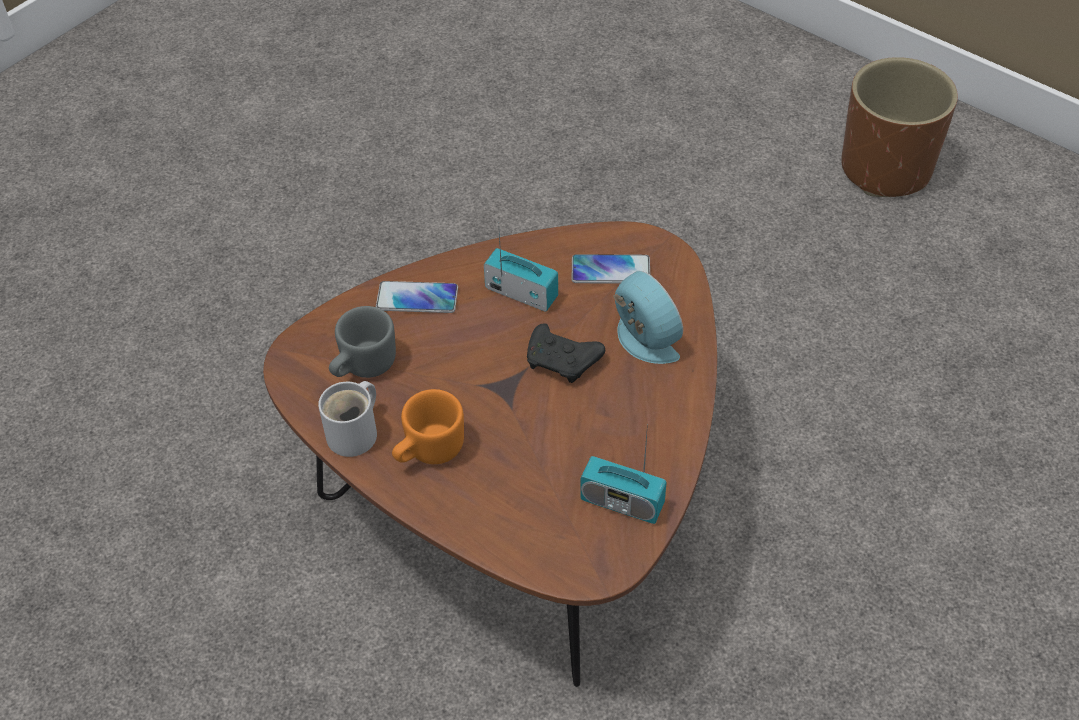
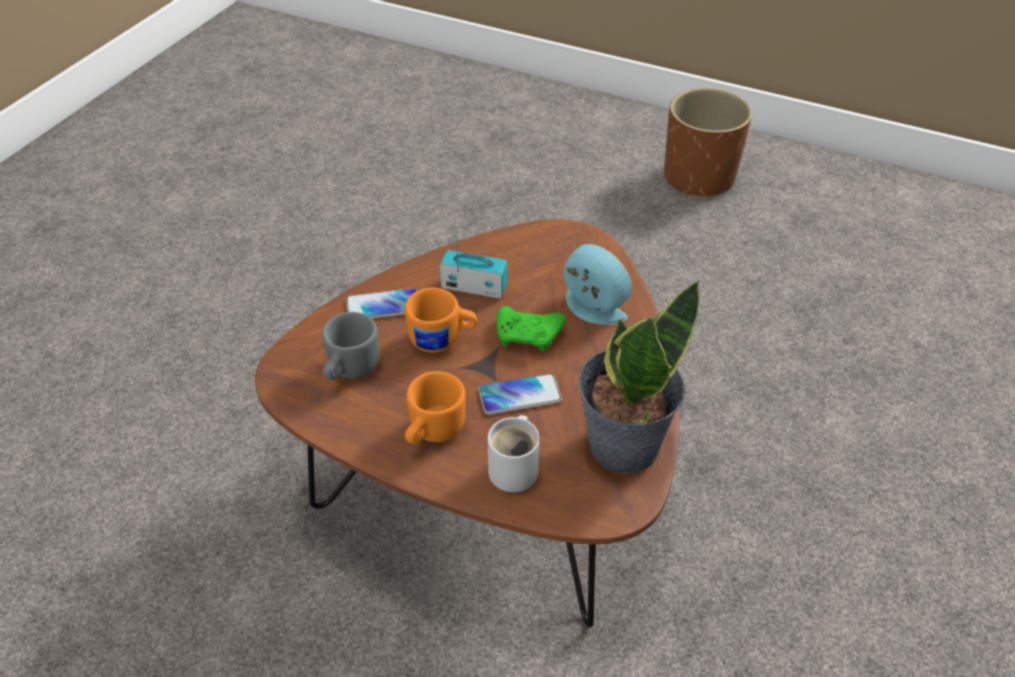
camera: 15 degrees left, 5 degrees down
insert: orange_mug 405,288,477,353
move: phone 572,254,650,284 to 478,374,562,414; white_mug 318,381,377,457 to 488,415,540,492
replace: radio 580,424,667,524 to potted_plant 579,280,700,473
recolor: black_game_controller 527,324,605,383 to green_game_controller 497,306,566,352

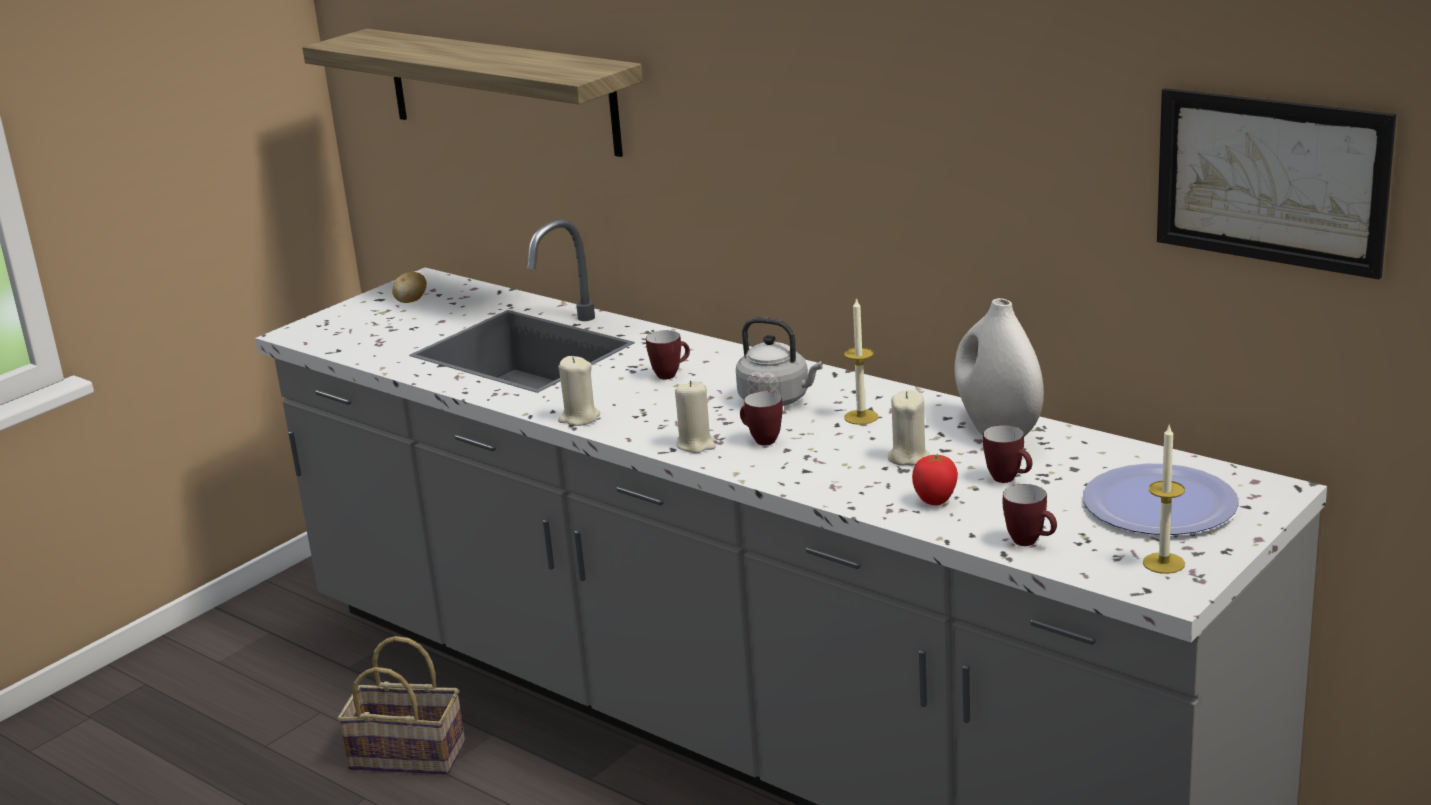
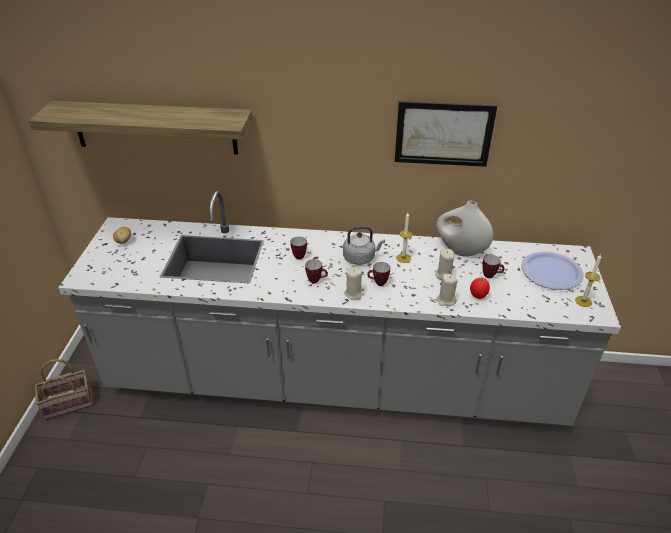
camera: 35 degrees left, 15 degrees up
move: picture 1157,88,1396,279 to 395,101,497,167; beige_candle 558,356,600,426 to 436,274,458,306; mug 1003,484,1057,546 to 305,259,328,283; basket 337,636,465,775 to 35,359,93,420

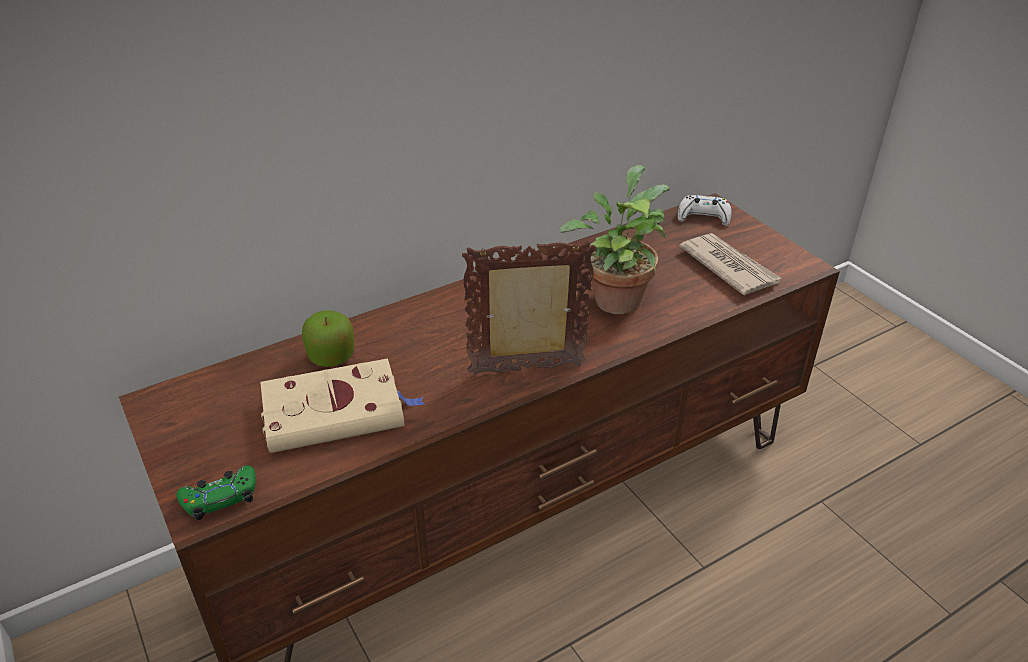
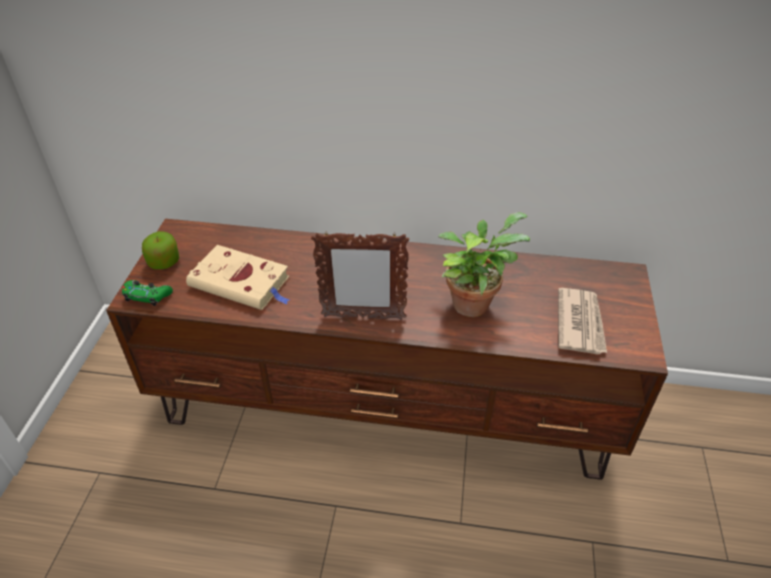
camera: 40 degrees right, 5 degrees up
delete: white_game_controller 678,195,732,226
move: apple 302,310,354,367 to 142,231,179,269
rotate: picture_frame 462,241,596,375 = 311,232,409,320 150 degrees clockwise

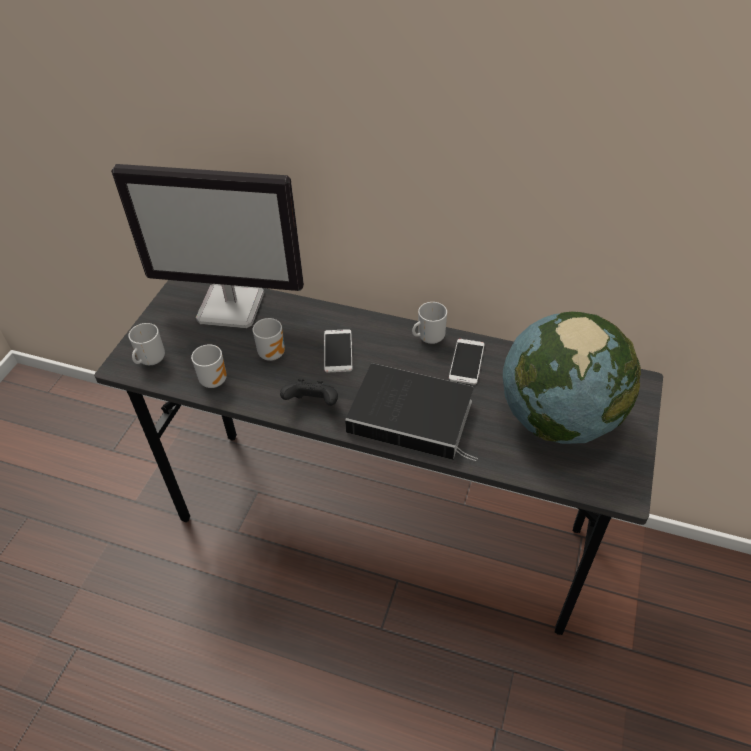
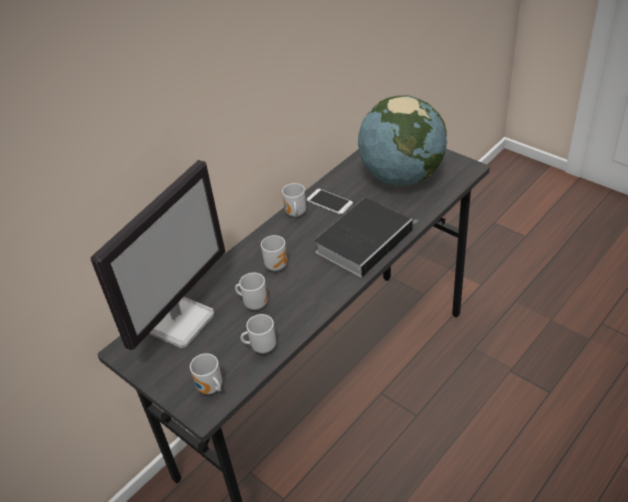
camera: 65 degrees left, 5 degrees down
delete: black_game_controller 280,379,338,406
replace: phone 324,329,353,372 to mug 261,235,287,271

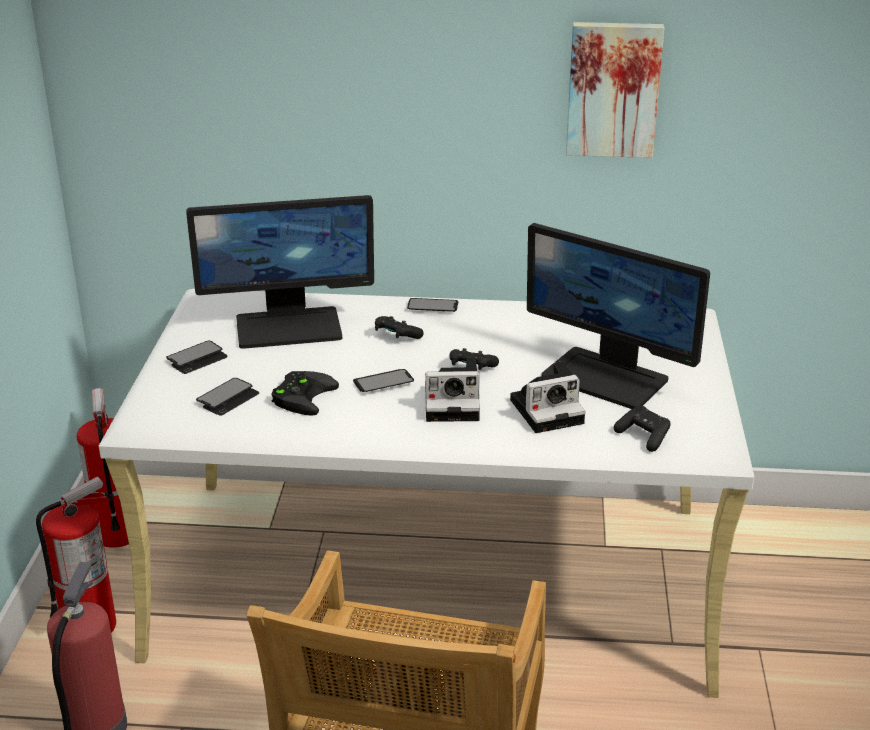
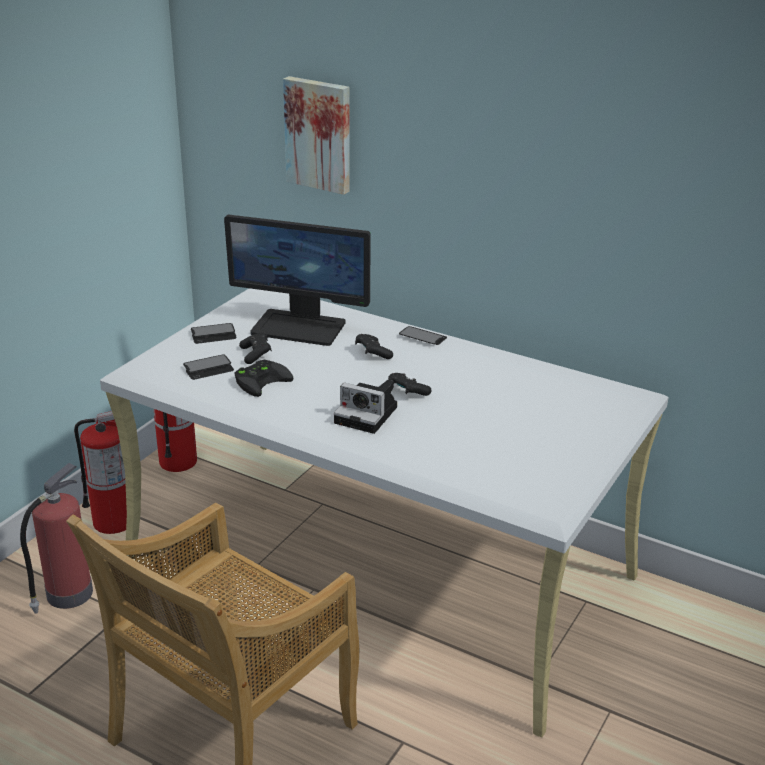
camera: 25 degrees right, 0 degrees up
delete: monitor 527,223,710,409; photo_camera 510,362,585,433; phone 353,369,414,392
move: picture 566,22,665,158 to 283,76,350,195; black_game_controller 614,405,671,452 to 239,332,272,364

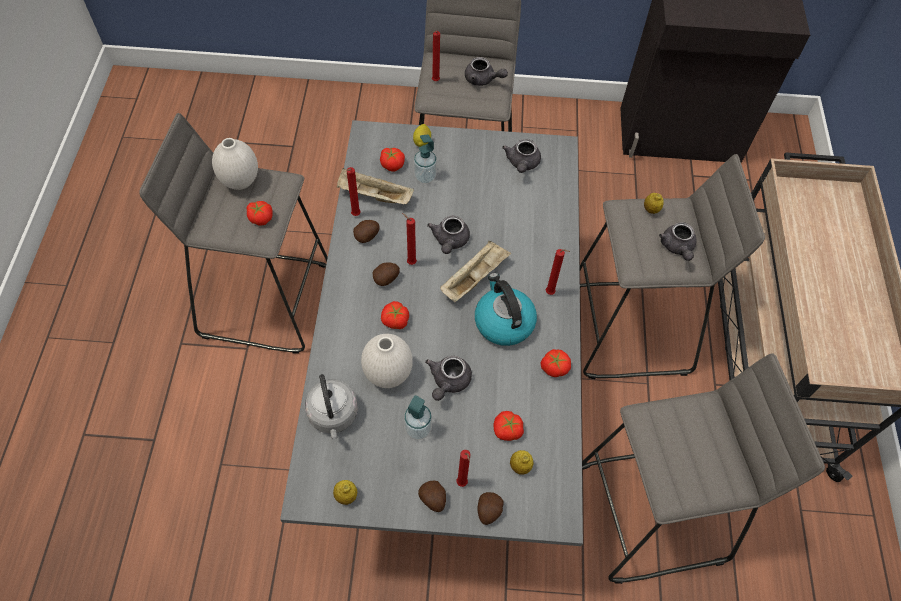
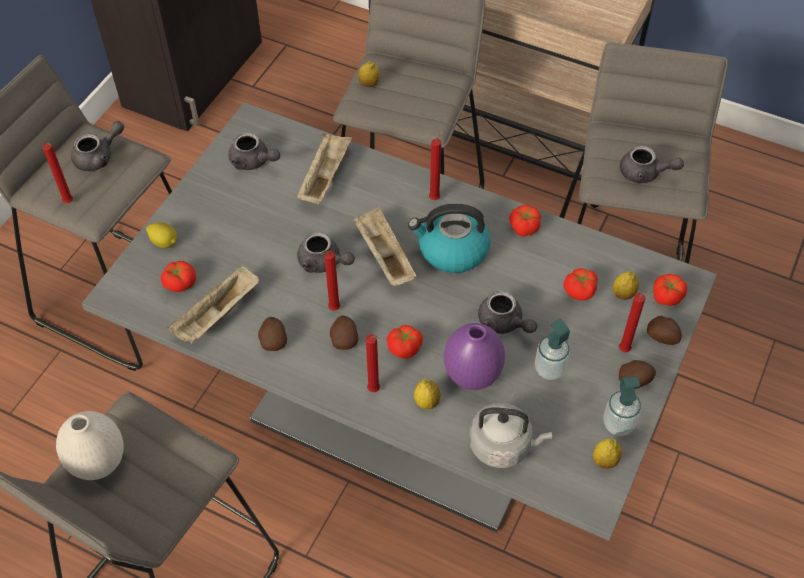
camera: 65 degrees left, 5 degrees down
insert: beige_tray 296,134,352,204; lemon 414,379,440,409
move: soap_dispenser 414,135,437,184 to 604,376,641,436; red_candle 346,167,361,216 to 366,334,380,392; tomato 246,201,273,225 to 653,274,687,306; grey_teapot 659,222,696,261 to 620,146,684,184
recolor: white_vase 361,334,413,388 to purple_vase 444,323,505,390

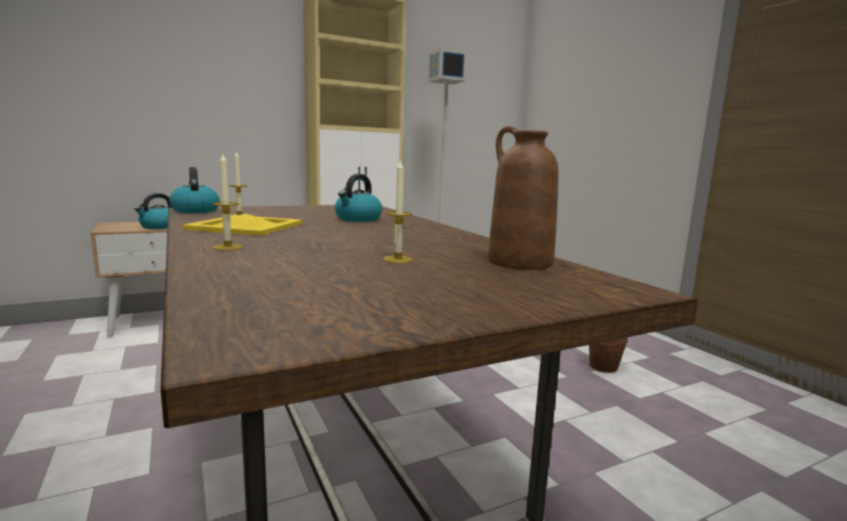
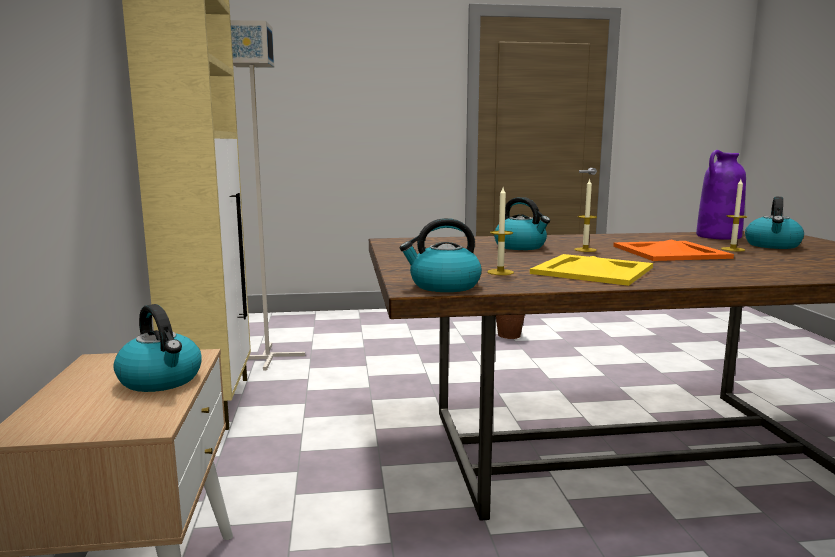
camera: 70 degrees left, 0 degrees up
insert: kettle 745,197,804,249; orange_tray 613,239,734,261
move: candle 212,154,243,250 to 574,178,597,252
recolor: brown_vase 488,126,559,270 to purple_vase 696,150,746,240

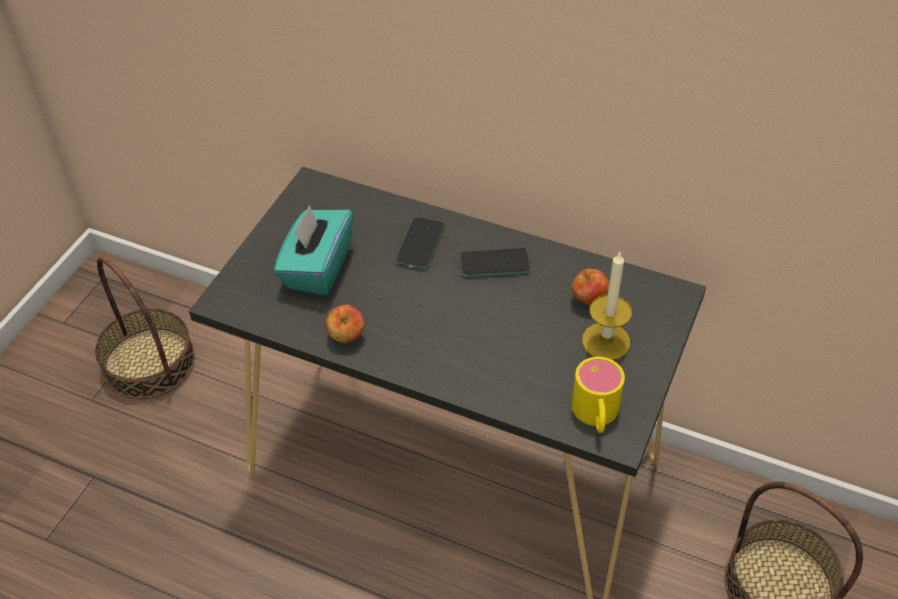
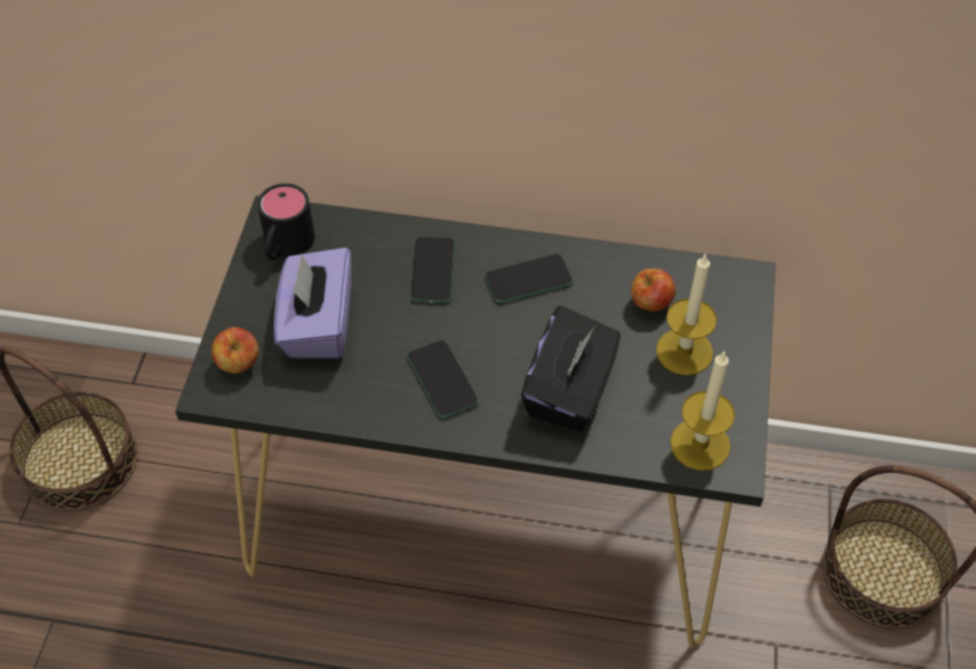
camera: 15 degrees left, 5 degrees up
insert: black_mug 257,183,315,261; black_tissue_box 521,305,621,431; phone 407,340,479,418
move: apple 326,304,365,343 to 212,327,259,373
replace: yellow_mug 572,357,625,433 to candle 670,350,735,470
recolor: turquoise_tissue_box 274,205,353,296 to purple_tissue_box 274,247,351,359

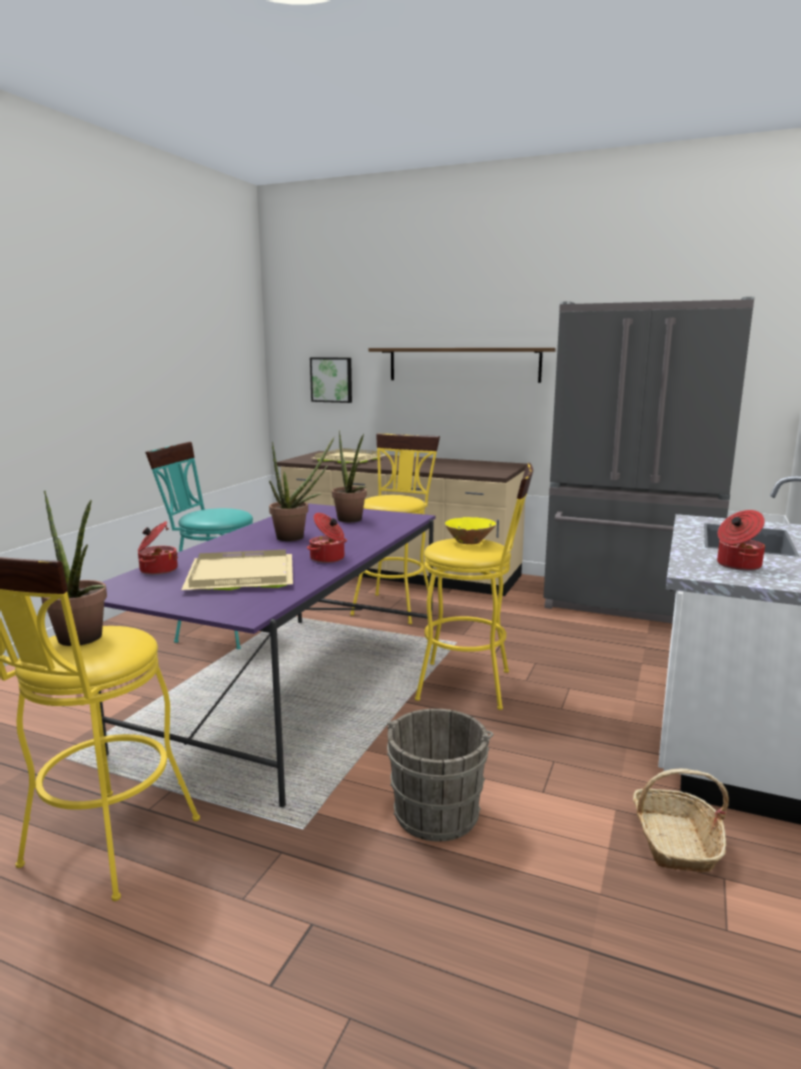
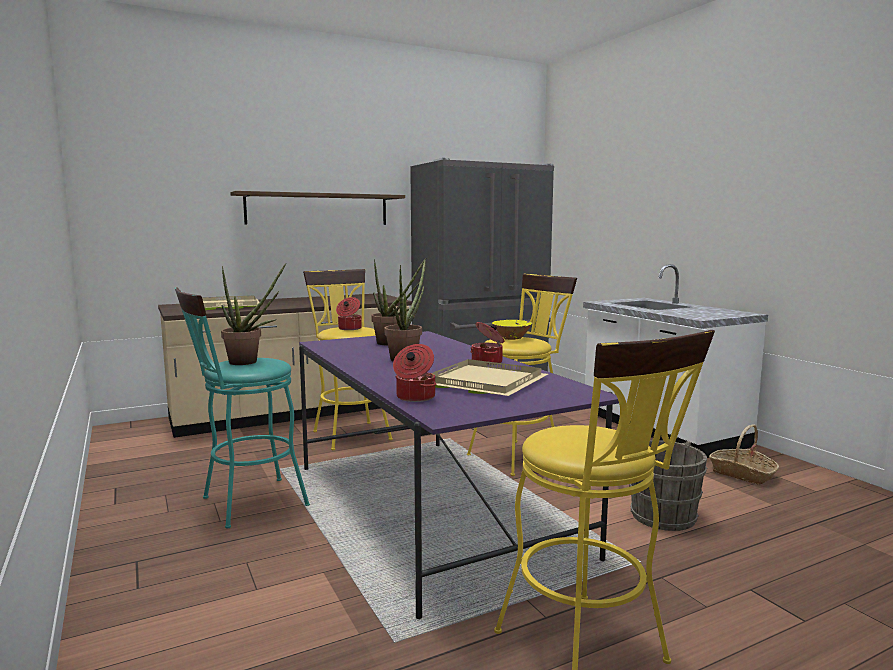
camera: 50 degrees left, 5 degrees down
delete: picture 310,357,352,403
move: potted_plant 41,491,107,646 to 221,263,286,365; cooking_pot 717,510,765,571 to 336,297,362,330

